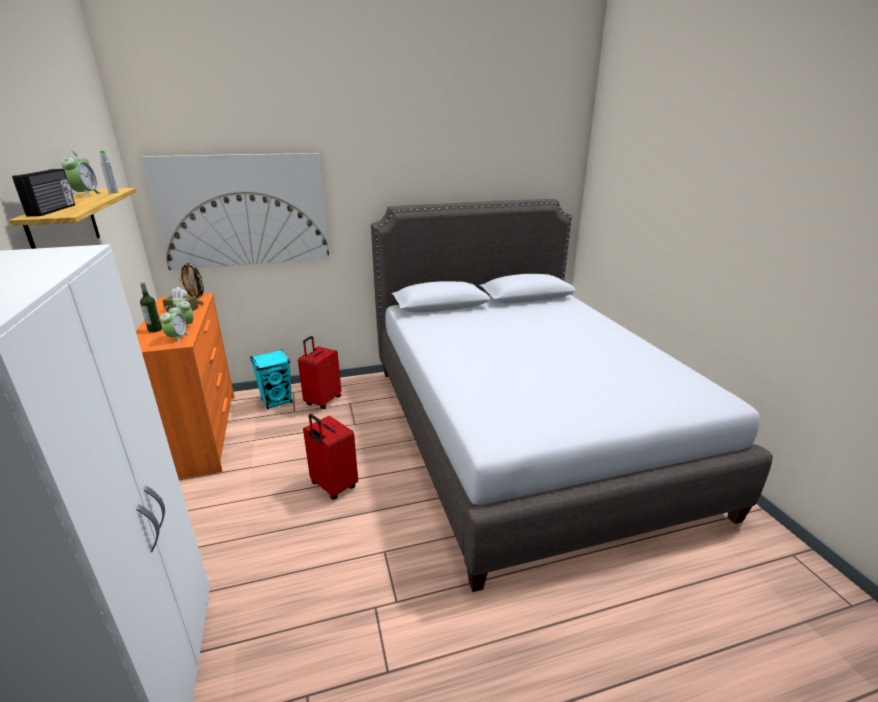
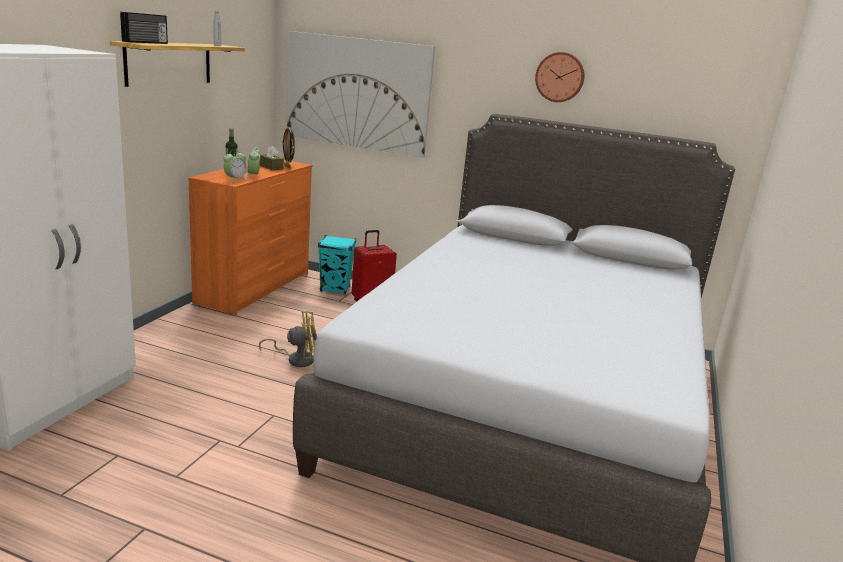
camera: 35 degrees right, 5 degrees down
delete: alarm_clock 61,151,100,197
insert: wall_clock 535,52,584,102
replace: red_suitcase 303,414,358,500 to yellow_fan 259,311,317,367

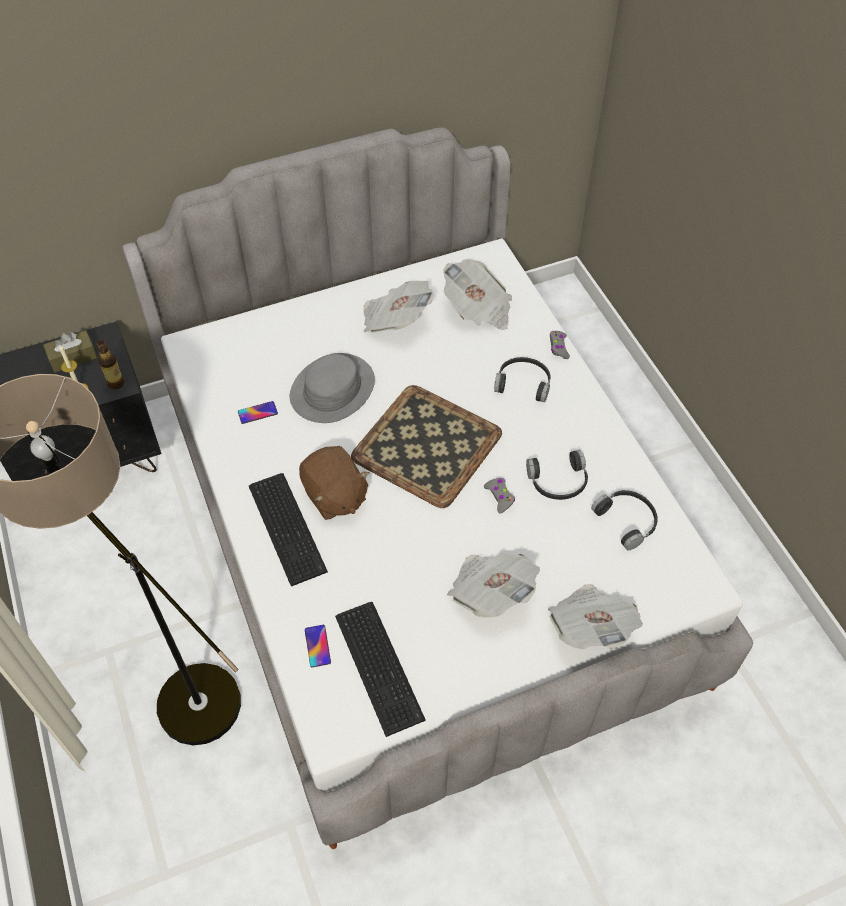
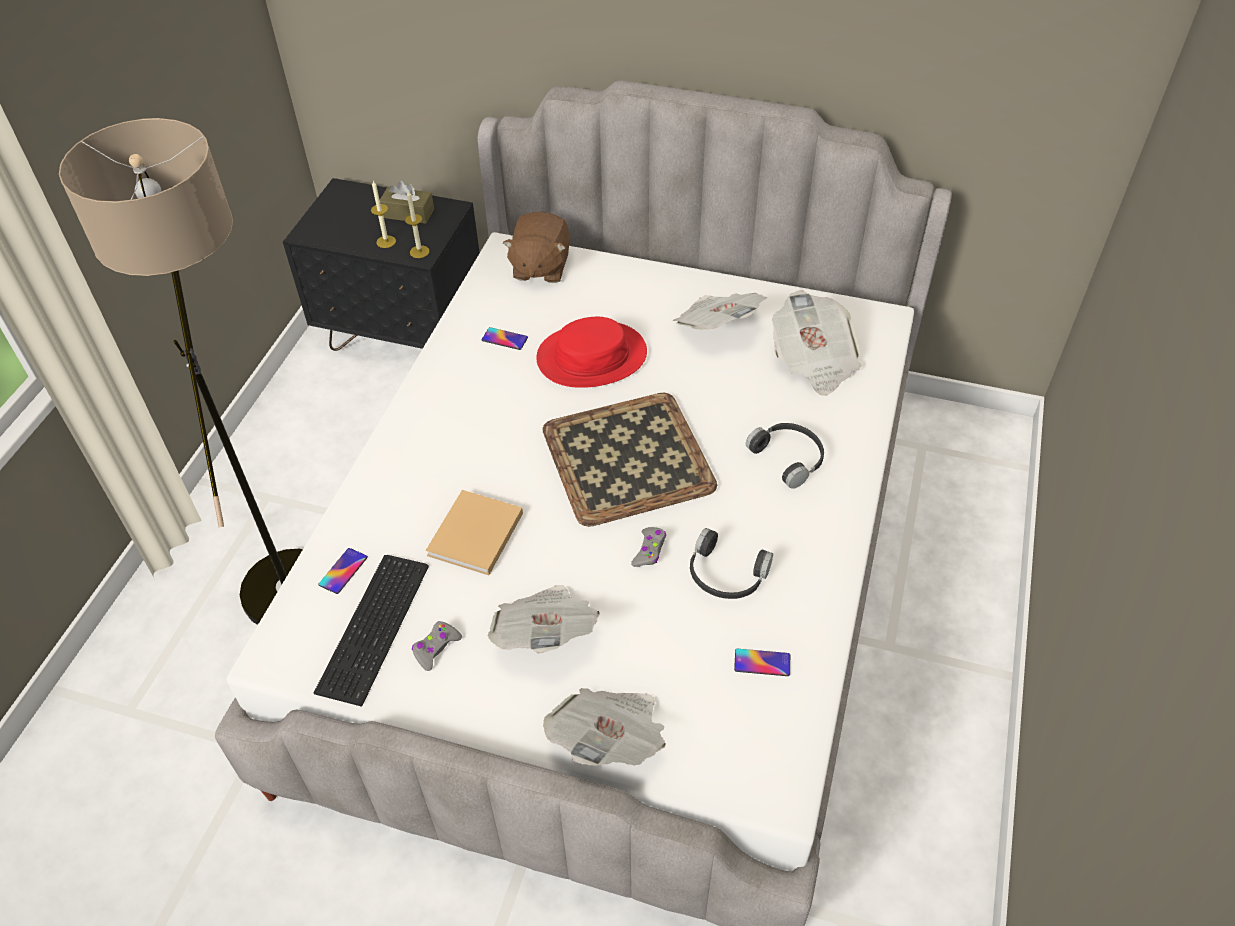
camera: 40 degrees right, 5 degrees down
delete: keyboard 249,473,328,586
insert: beige_book 426,490,523,575
move: grey_game_controller 550,331,570,359 to 412,621,462,671; brown_plush_toy 299,446,370,520 to 503,212,570,283
replace: bottle 97,340,124,389 to candle 405,191,429,258; black_headphones 591,490,658,550 to phone 734,649,790,676
recolor: grey_hat 290,353,375,423 to red_hat 536,317,647,388

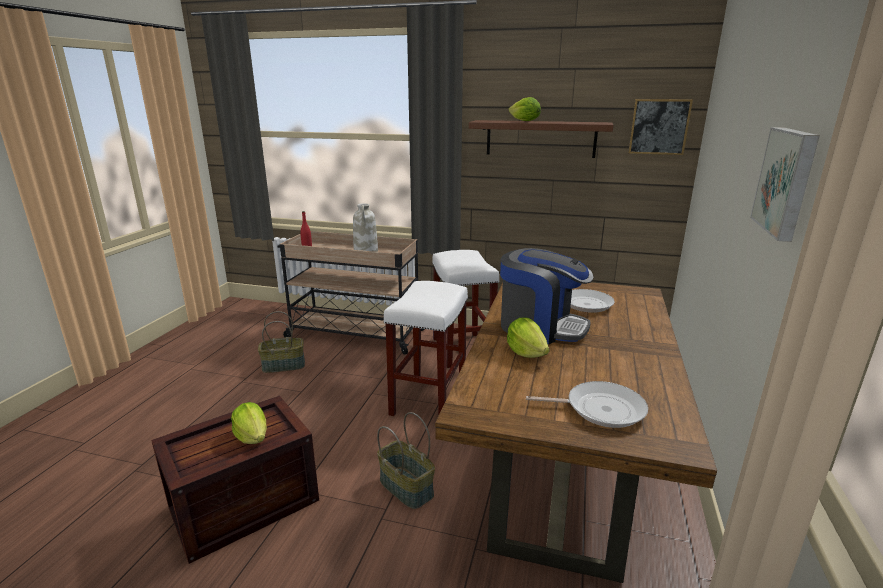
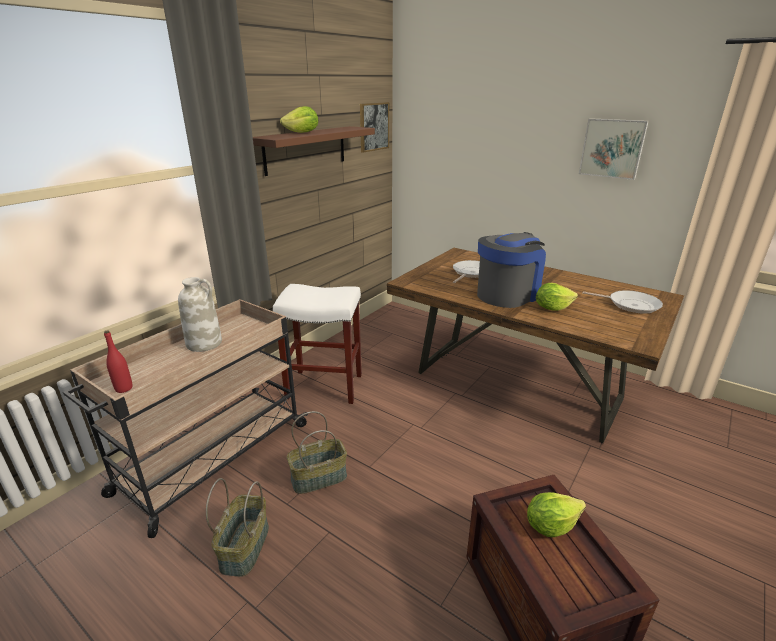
camera: 70 degrees left, 5 degrees up
delete: white_stool 384,281,468,416
move: basket 377,412,435,509 to 287,411,347,494
rotate: frying_pan 526,381,648,428 = 582,290,663,314 90 degrees clockwise

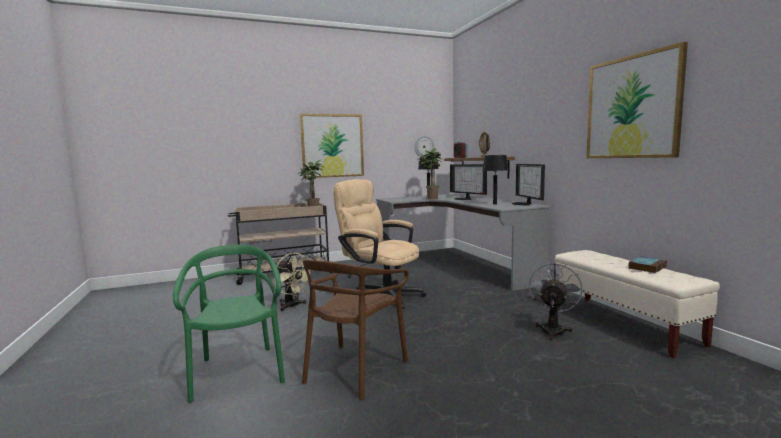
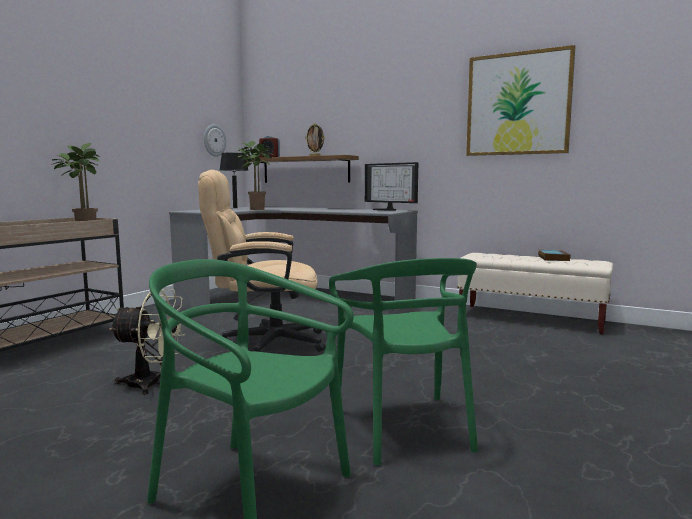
camera: 40 degrees left, 0 degrees up
delete: picture 300,114,364,178; black_table_lamp 482,155,509,205; monitor 450,164,487,200; grey_fan 529,262,583,341
recolor: brown_chair 302,260,409,400 to green_chair 329,258,478,466

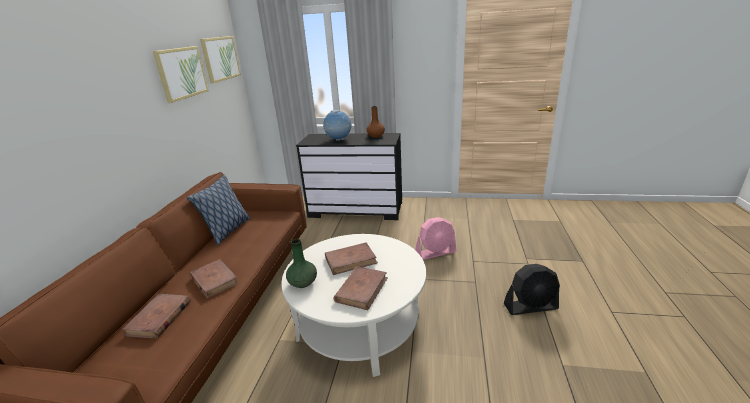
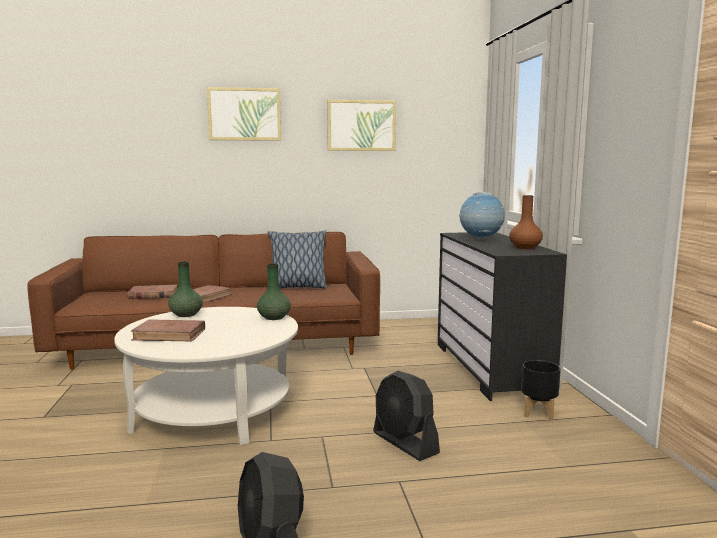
camera: 70 degrees right, 15 degrees down
delete: brown_book 325,243,378,275
insert: green_vase 257,263,291,320; black_planter 521,360,561,420
move: picture 200,36,241,83 to 207,87,281,141
recolor: pink_fan 415,218,457,260 to black_fan 373,371,440,461

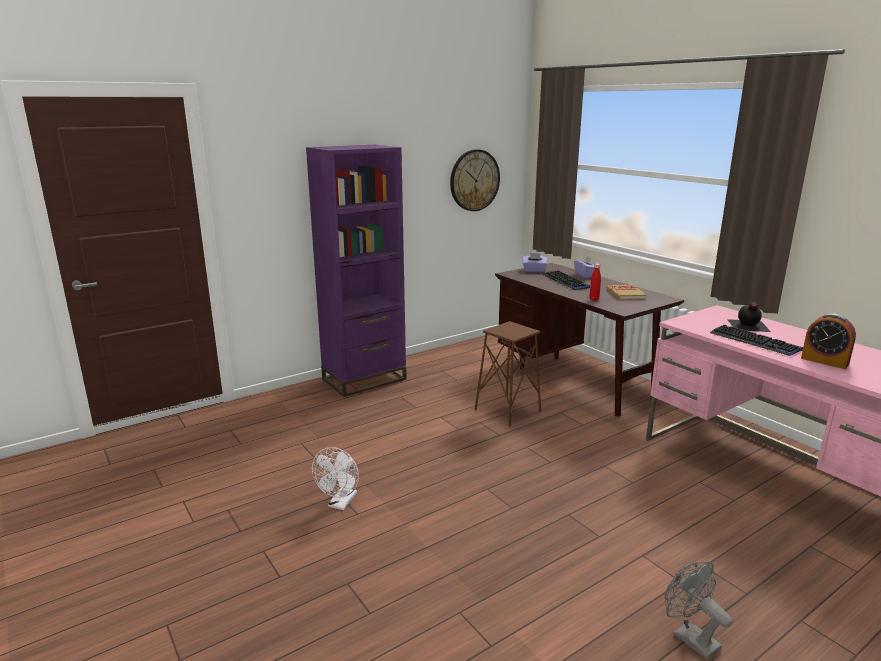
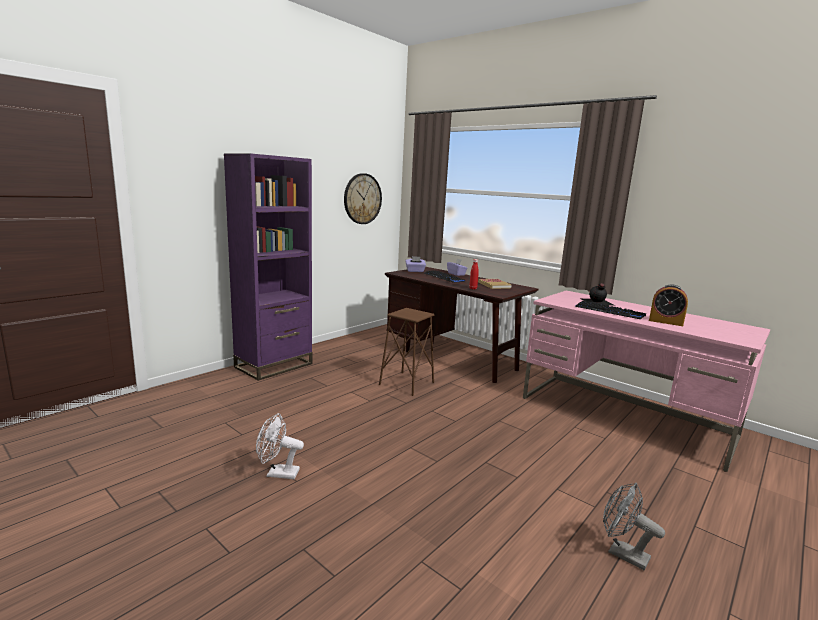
camera: 15 degrees left, 5 degrees down
rotate: white_fan 312,447,359,510 = 256,413,304,479 90 degrees clockwise

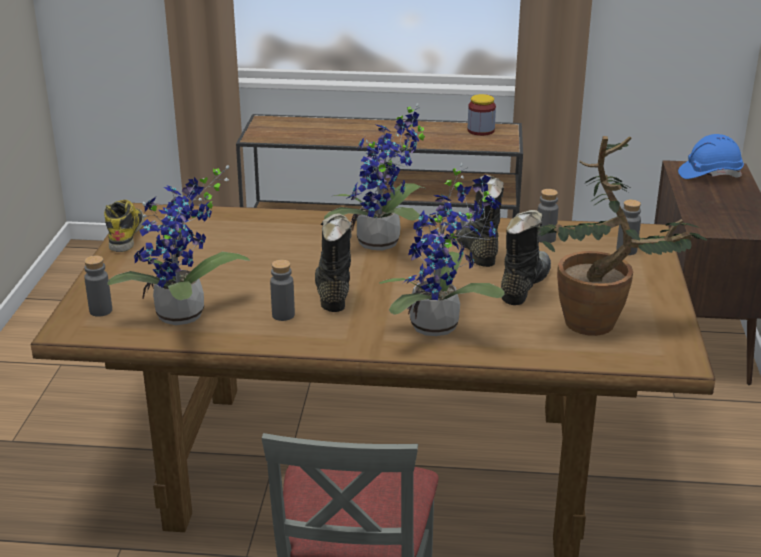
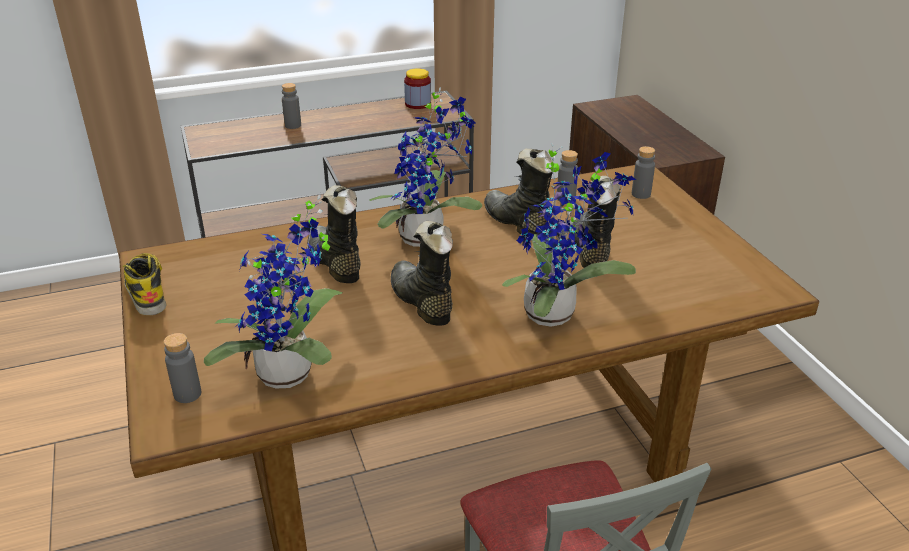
camera: 25 degrees left, 5 degrees up
delete: blue_hard_hat 678,134,744,179; potted_plant 537,136,708,336
insert: black_boot 307,185,361,283
move: grey_bottle 270,260,295,321 to 282,83,301,129

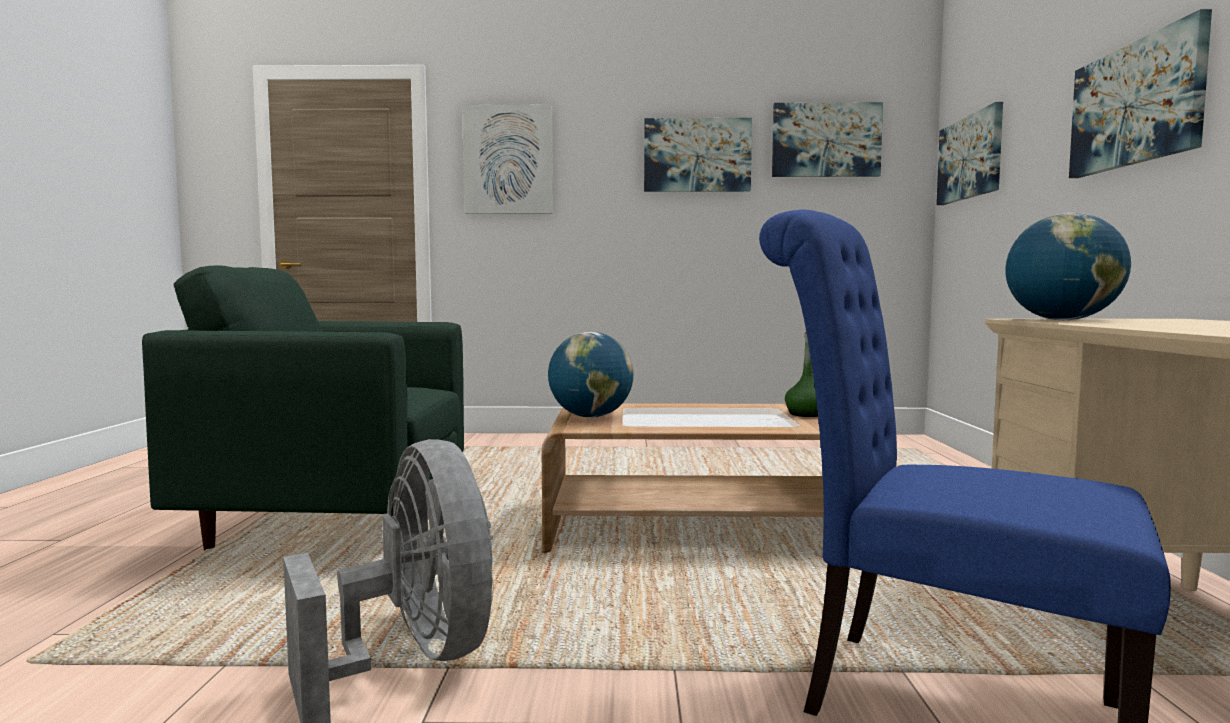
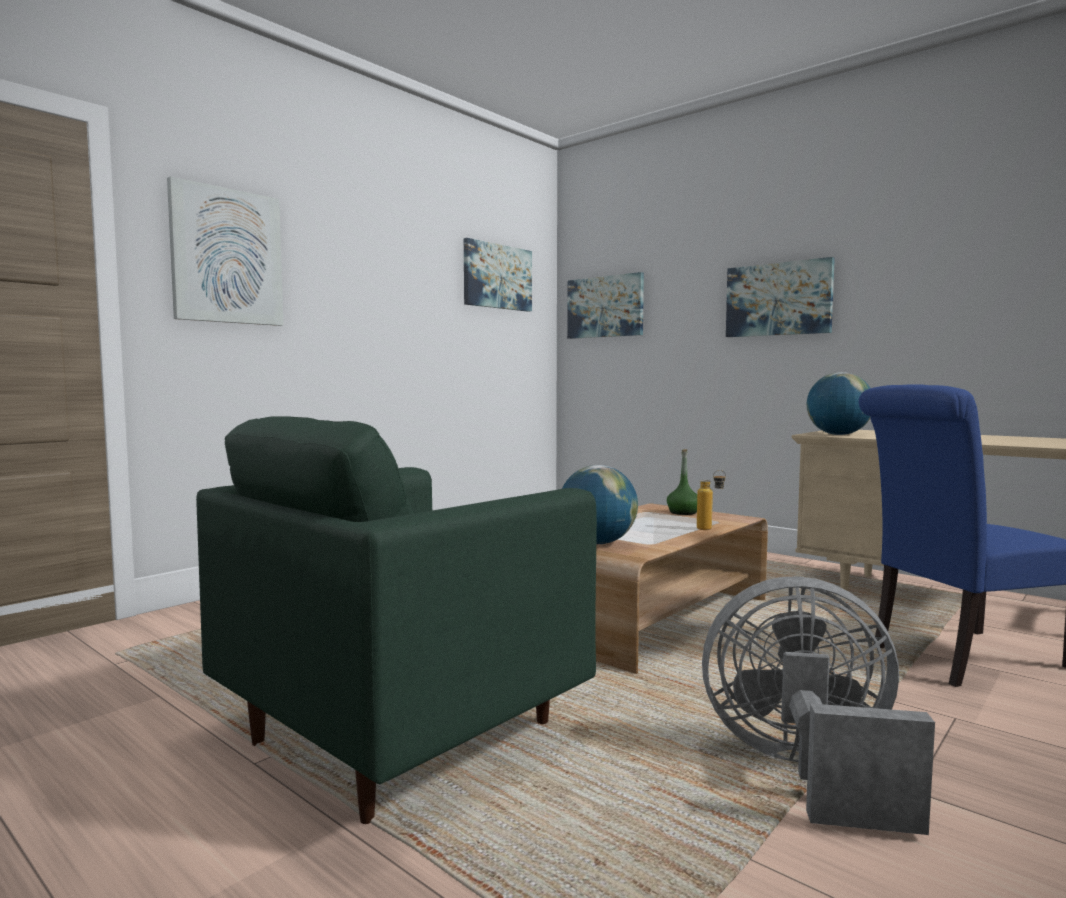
camera: 50 degrees left, 0 degrees up
delete: picture 644,118,752,192
insert: bottle 697,470,726,530

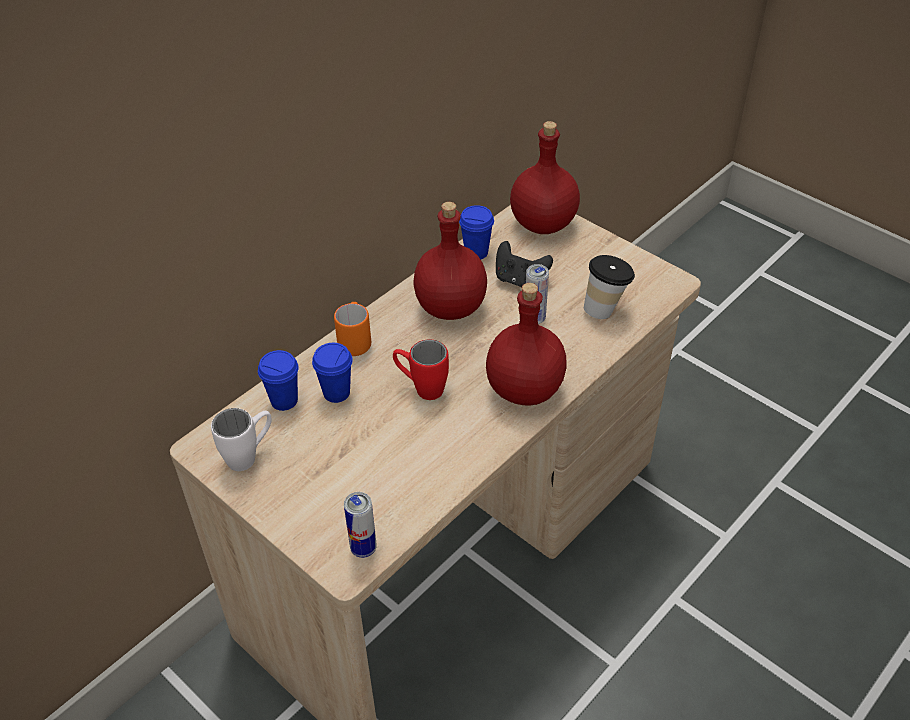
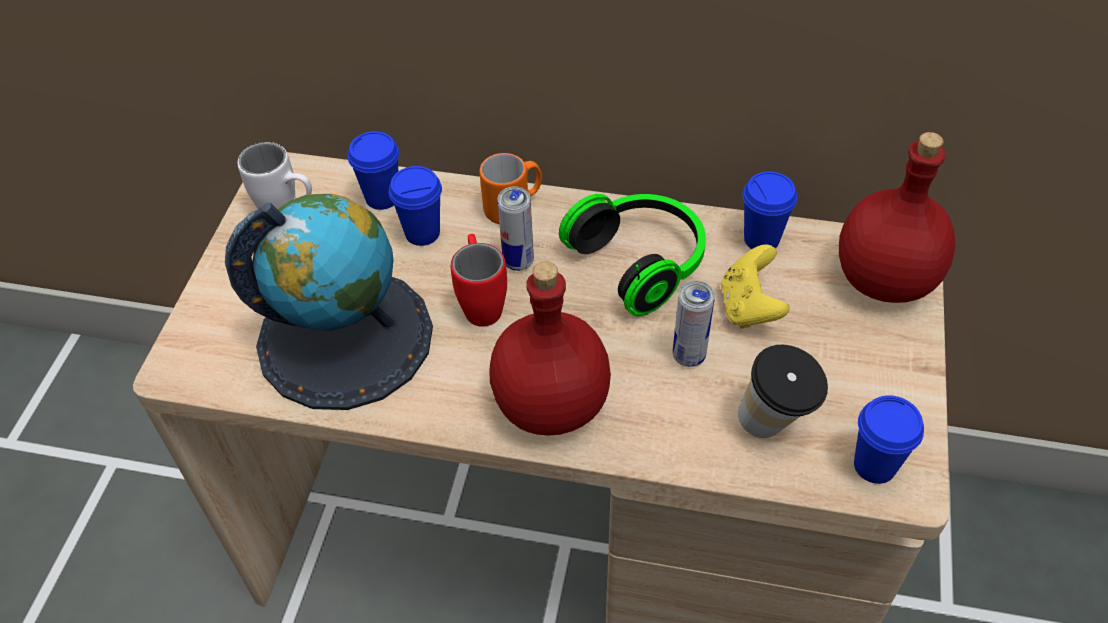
camera: 60 degrees right, 5 degrees up
insert: globe 225,194,433,410; blue_cup 854,395,924,484
move: can 344,492,377,558 to 498,186,534,271
replace: red_bottle 413,202,487,320 to headphones 559,194,706,316
recolor: black_game_controller 496,241,553,288 to yellow_game_controller 721,244,790,329

